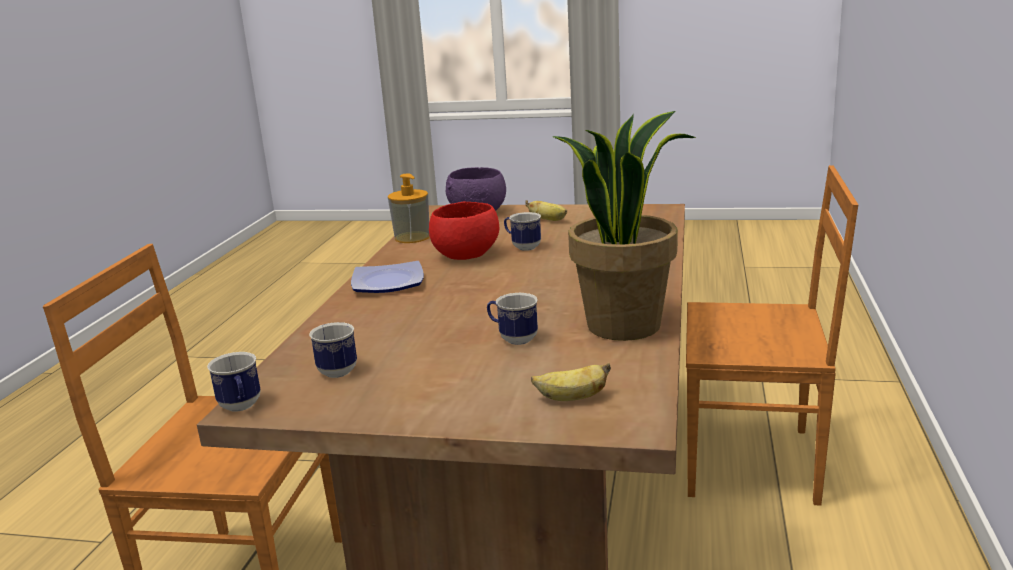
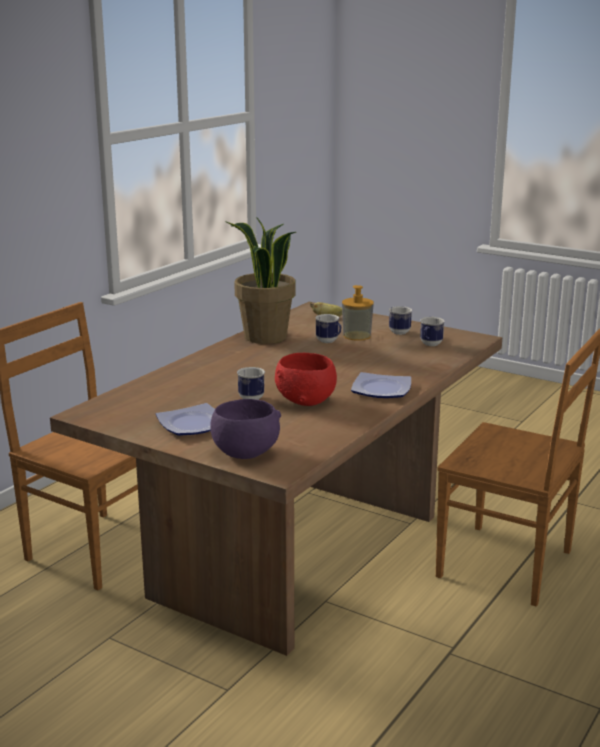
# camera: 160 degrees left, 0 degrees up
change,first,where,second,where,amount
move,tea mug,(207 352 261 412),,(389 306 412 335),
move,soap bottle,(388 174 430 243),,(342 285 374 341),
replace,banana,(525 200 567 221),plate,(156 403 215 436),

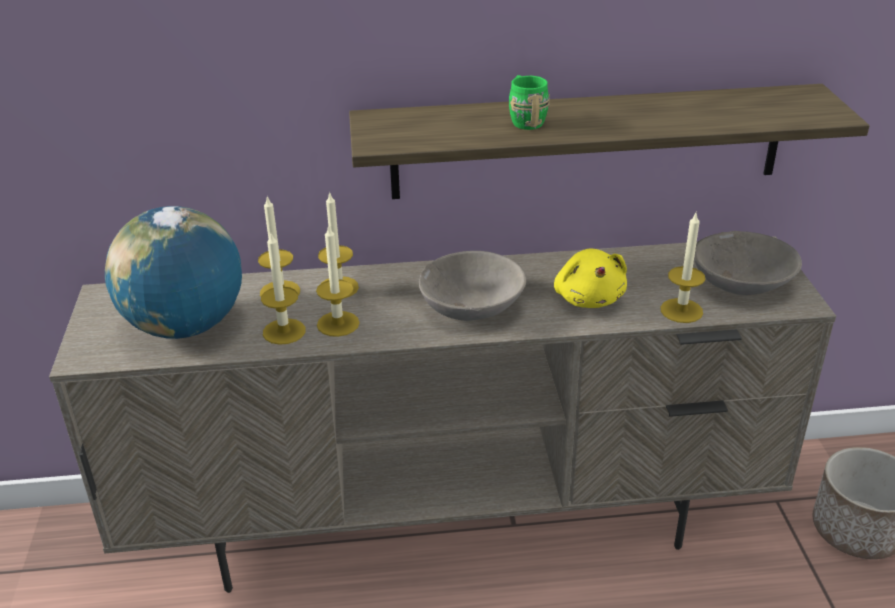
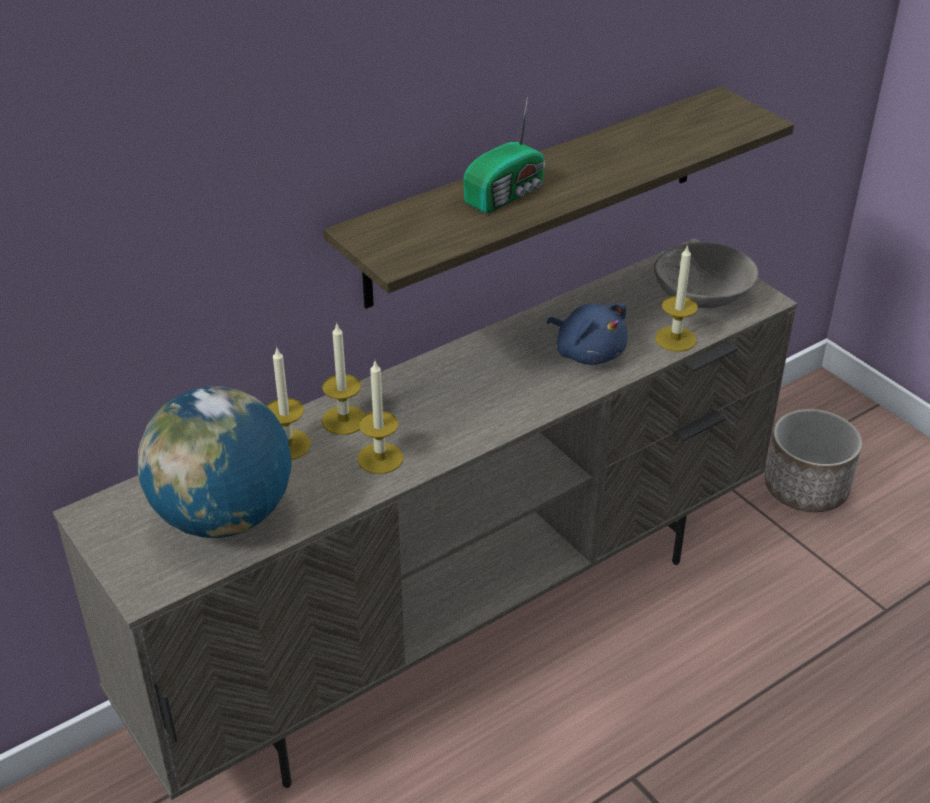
# camera: 30 degrees left, 5 degrees up
change,first,where,second,where,amount
delete,candle,(261 231 305 345),,,
delete,deep dish in greyish,(419 251 526 321),,,
replace,tea mug in greenish,(509 75 550 130),radio,(463 97 545 213),
recolor,plush toy in yellow,(554 248 627 308),plush toy in blue-coloured,(547 303 628 365),

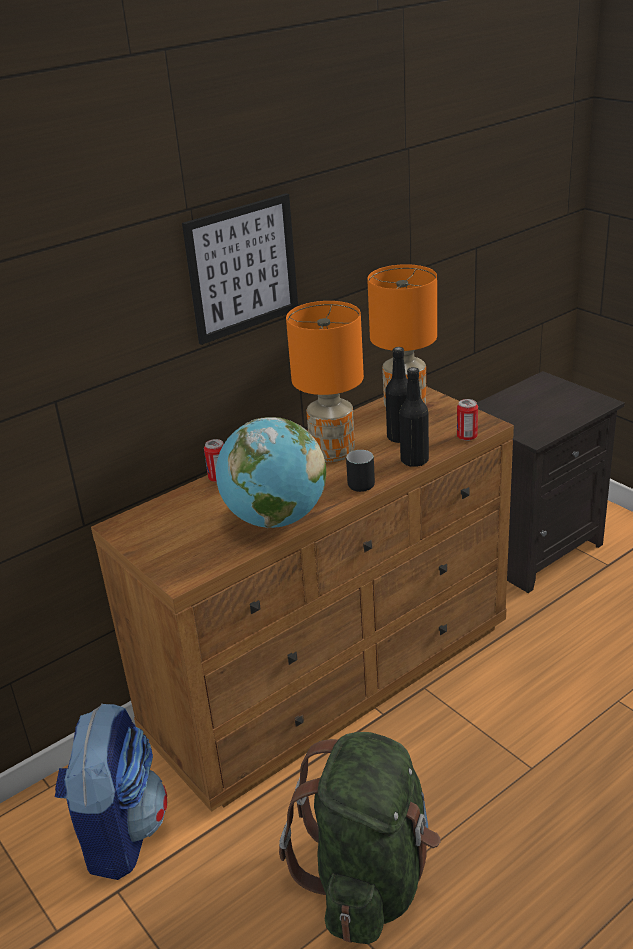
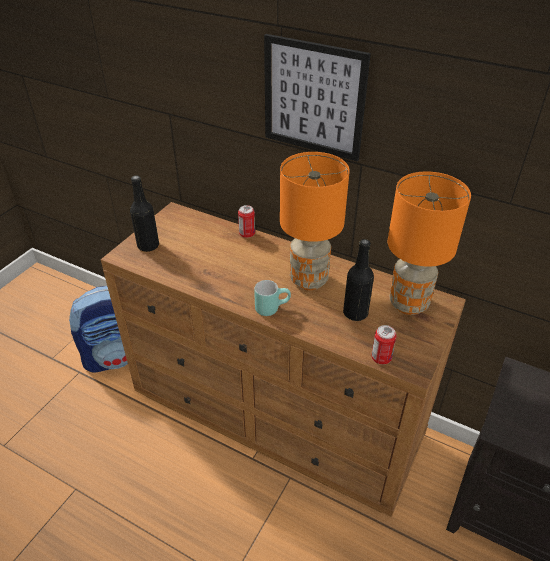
# camera: 65 degrees right, 10 degrees up
change,first,where,second,where,amount
delete,world globe,(216 417 326 528),,,
delete,knapsack in greenish,(279 732 440 944),,,
move,drink bottle in black-coloured,(399 367 429 467),,(130 176 159 252),
recolor,tea mug in black-coloured,(346 450 375 492),tea mug in blue-green,(254 280 291 316),

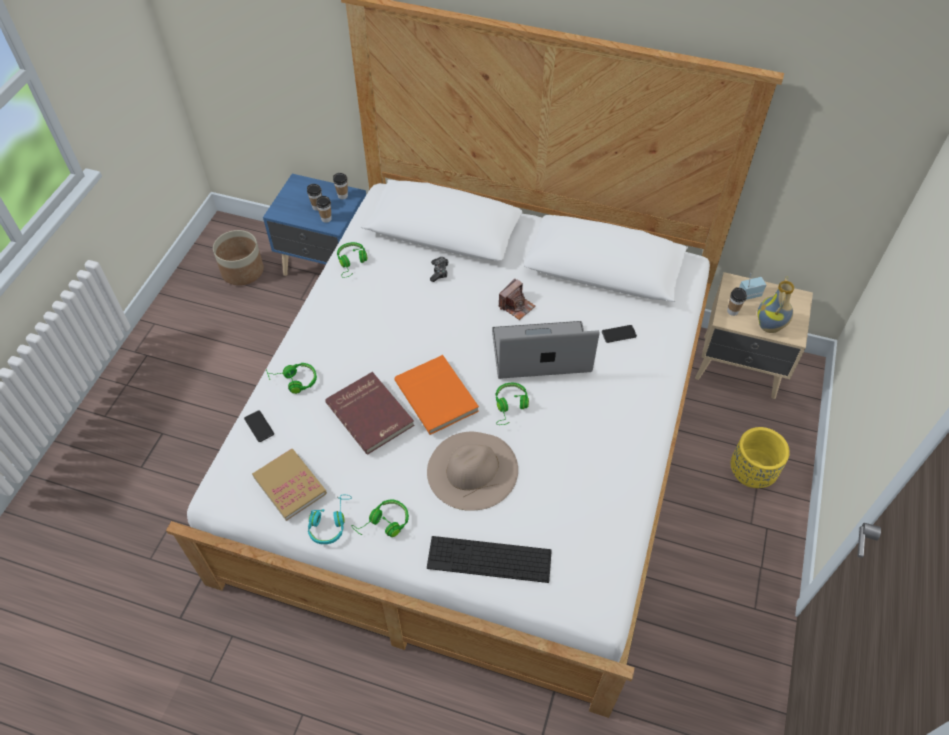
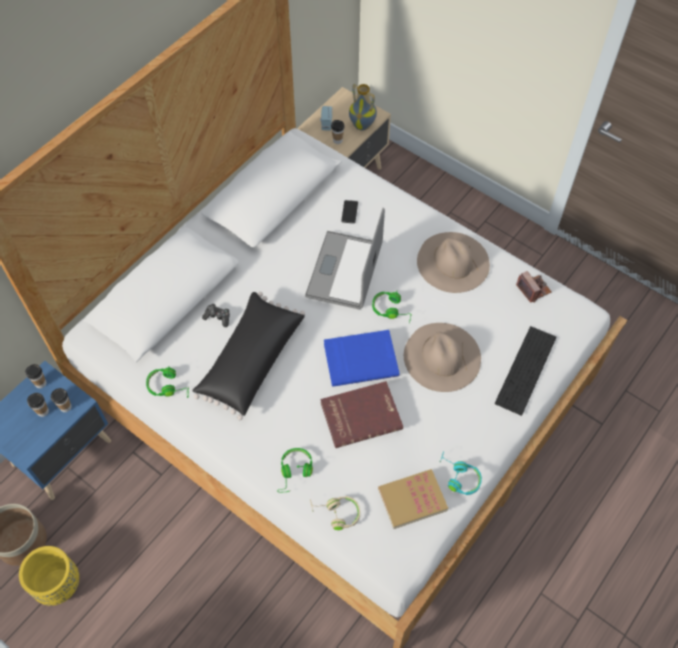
# camera: 70 degrees left, 5 degrees up
change,first,where,second,where,amount
delete,pair of headphones in greenish,(352 500 409 537),,,
insert,,,throw pillow in black-coloured,(192 292 305 420),
insert,,,hat in beige-coloured,(417 232 490 293),
move,photo camera,(499 279 535 320),,(516 271 551 303),
move,plant pot in yellow,(731 427 790 488),,(19 546 79 606),
replace,phone,(244 410 274 442),pair of headphones in beige-coloured,(310 496 360 530),
recolor,book in orangey,(394 355 479 435),book in blue-coloured,(324 330 399 387),

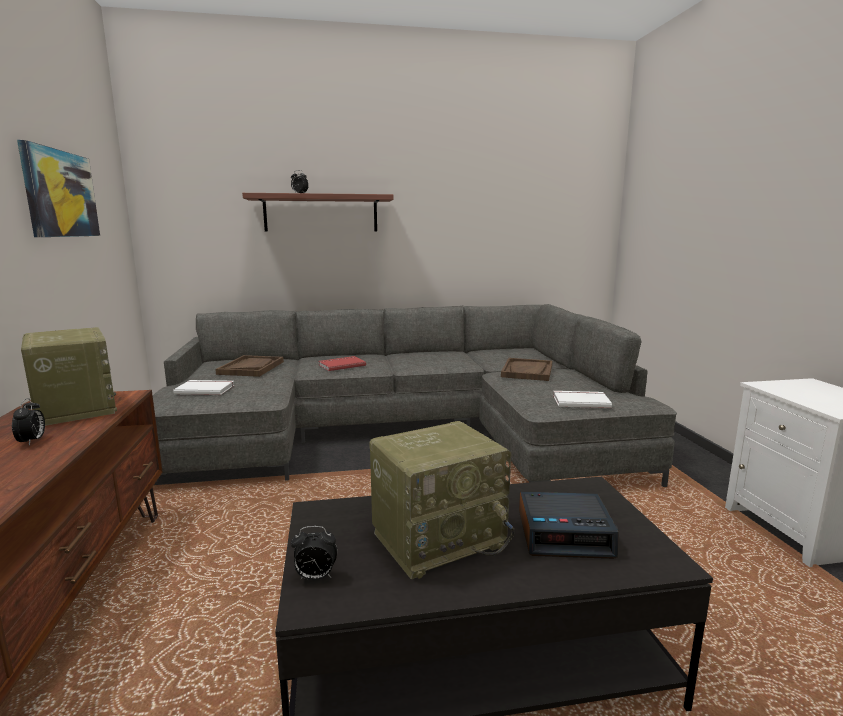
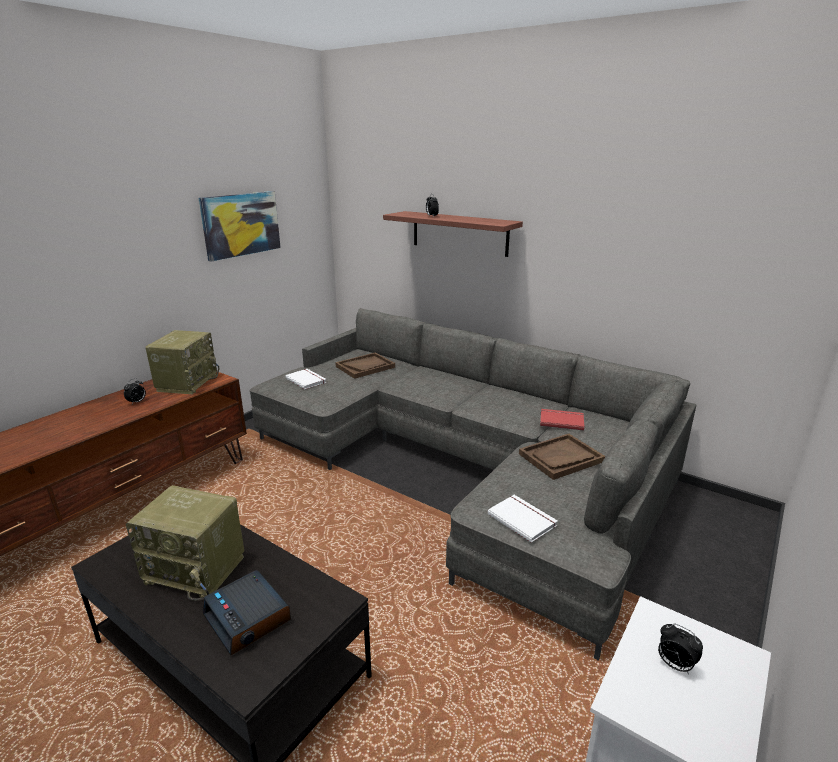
# camera: 45 degrees right, 10 degrees up
change,first,where,second,where,amount
move,alarm clock,(291 526 337 580),,(658 624 703 674),
move,book in reddish,(318 356 366 371),,(540 409 585 430),

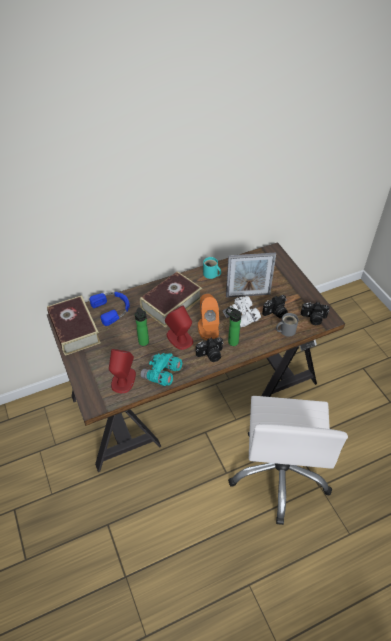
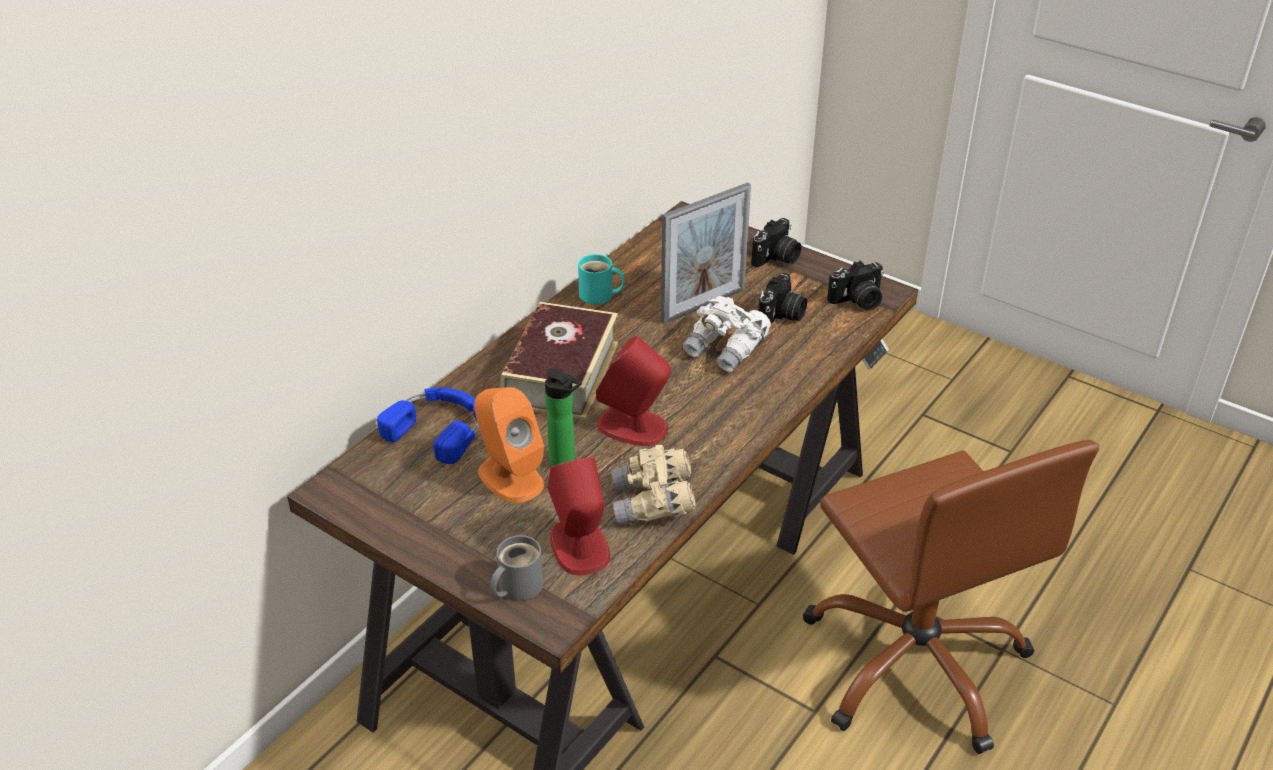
# camera: 30 degrees left, 10 degrees down
change,first,where,second,where,amount
delete,book,(47 295 101 356),,,
delete,drink bottle,(226 307 242 346),,,
move,photo camera,(196 337 223 362),,(751 218 801 267),
move,audio speaker in orangey,(198 294 220 340),,(474 387 544 503),
move,tea mug in greyish,(276 313 298 337),,(490 535 543 601),
recolor,field glasses in blue-green,(140 353 183 386),field glasses in beige-coloured,(611 445 696 525),
recolor,desk chair in white,(228 396 348 525),desk chair in brown-coloured,(802 440 1099 754),

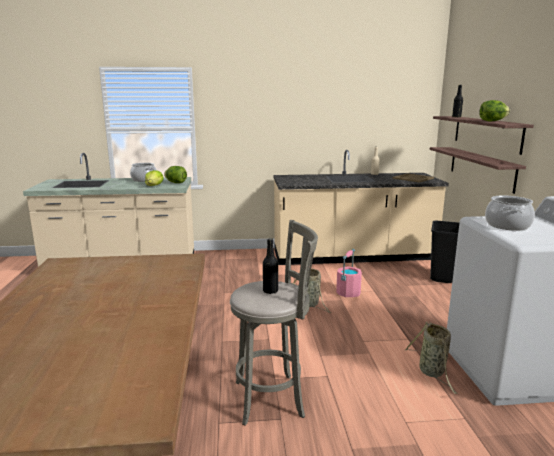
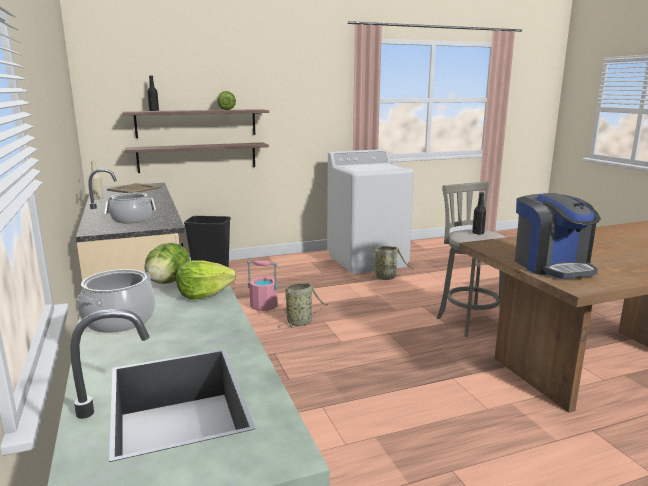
# camera: 105 degrees left, 0 degrees up
change,first,where,second,where,amount
insert,,,coffee maker,(515 193 601 279),
move,saucepot,(485 196 535 231),,(108 193 152 223),

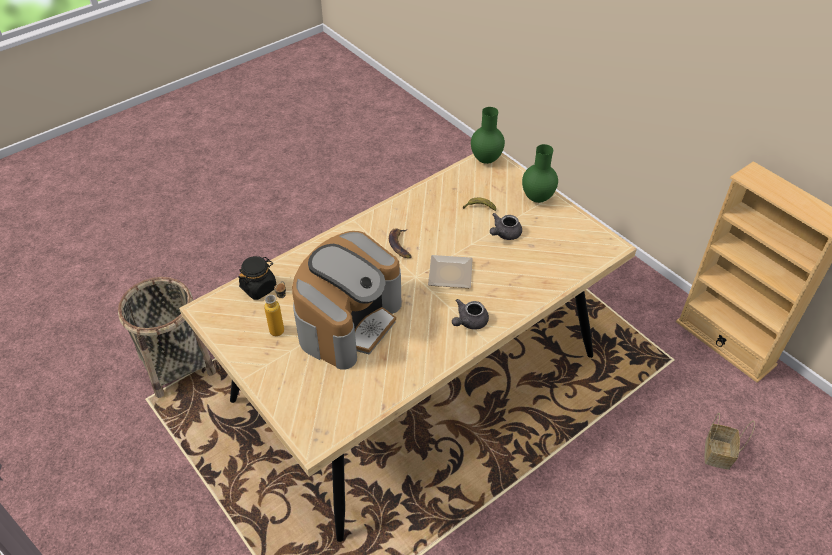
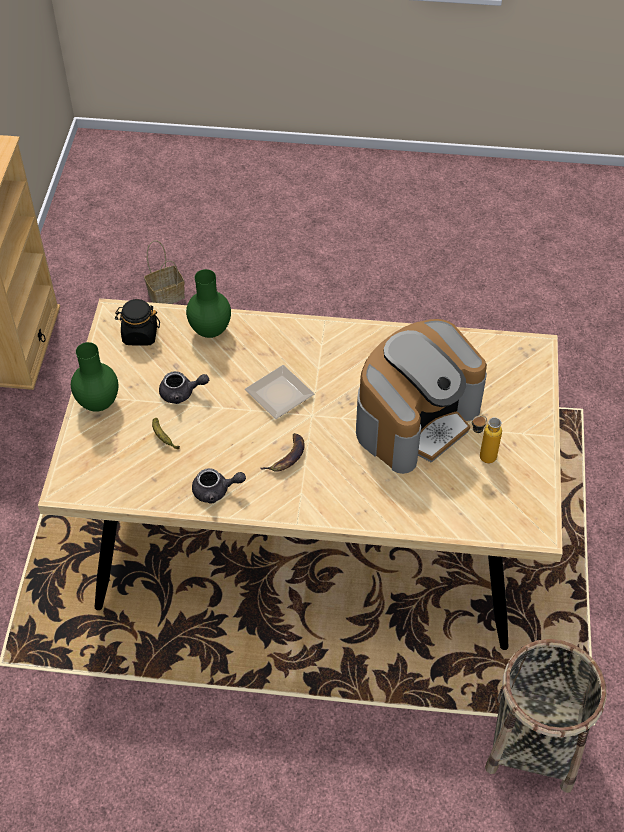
# camera: 135 degrees left, 5 degrees up
change,first,where,second,where,amount
move,preserve jar in black-coloured,(238 256 277 300),,(115 299 160 346),
move,tea pot in greyish,(452 299 489 330),,(192 468 246 504),
move,vase in greenish,(471 107 505 164),,(186 269 231 338),
rotate,coffee maker,(292 231 402 370),,(356 319 487 474),150 degrees clockwise

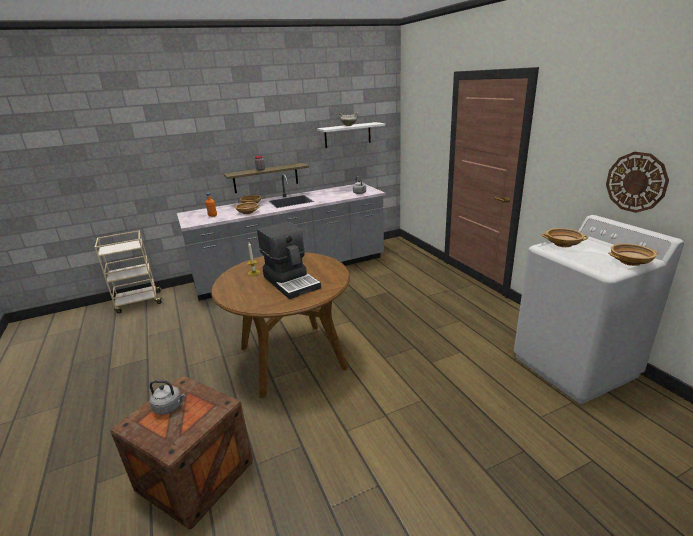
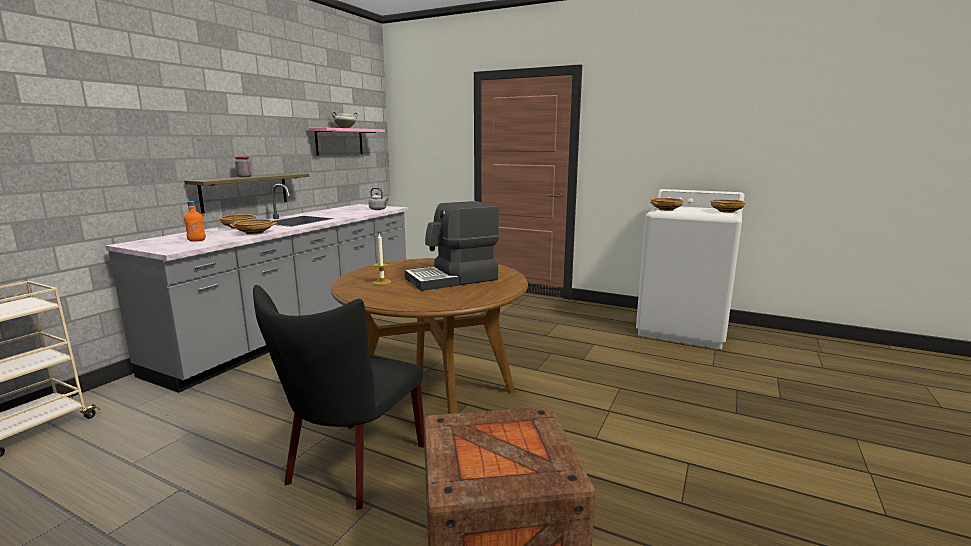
# camera: 40 degrees left, 10 degrees down
change,first,where,second,where,amount
delete,kettle in greyish,(150 380 185 415),,,
delete,wall clock,(606 152 669 213),,,
insert,,,plain chair in black-coloured,(253 285 424 510),
recolor,wall shelf in white,(317 122 385 148),wall shelf in pinkish,(307 128 385 156),
rotate,coffee maker,(257 221 321 299),,(405 201 499 291),135 degrees clockwise

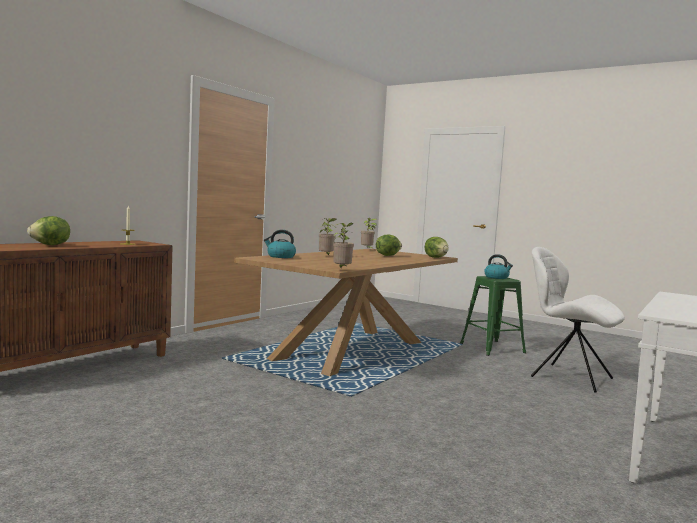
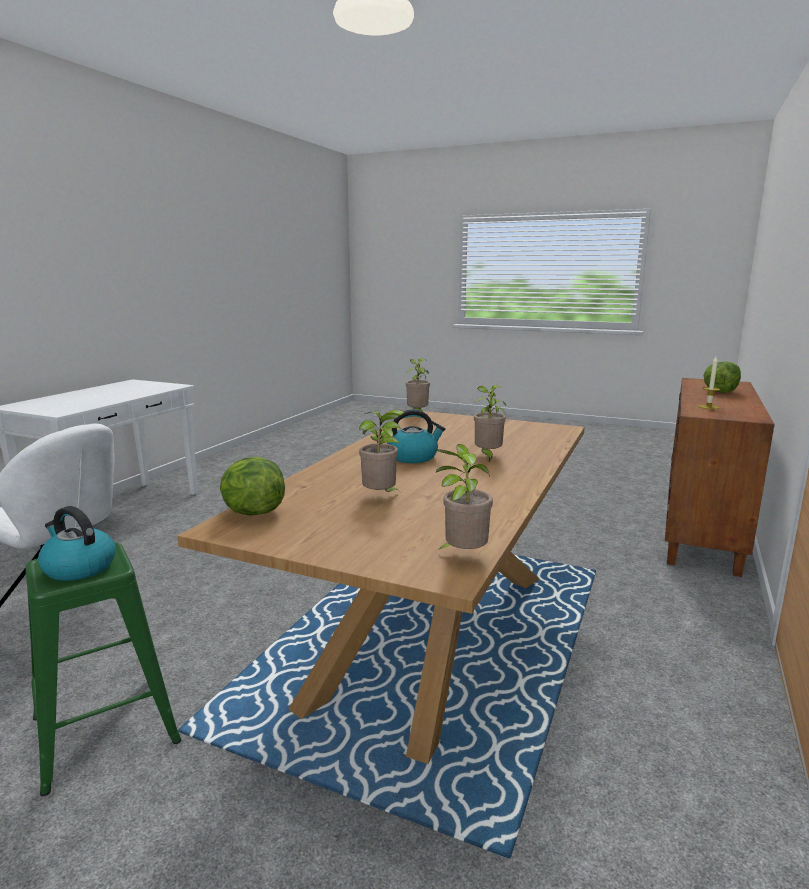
# camera: 170 degrees right, 10 degrees up
change,first,where,second,where,amount
move,kettle,(264 230 296 258),,(387 409 445 463),
replace,head of lettuce,(376 234 402 256),potted plant,(359 410 405 492),

